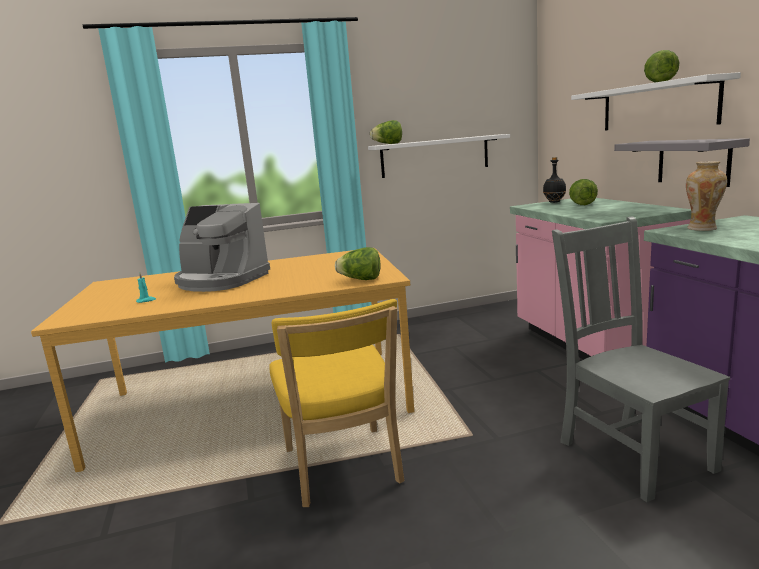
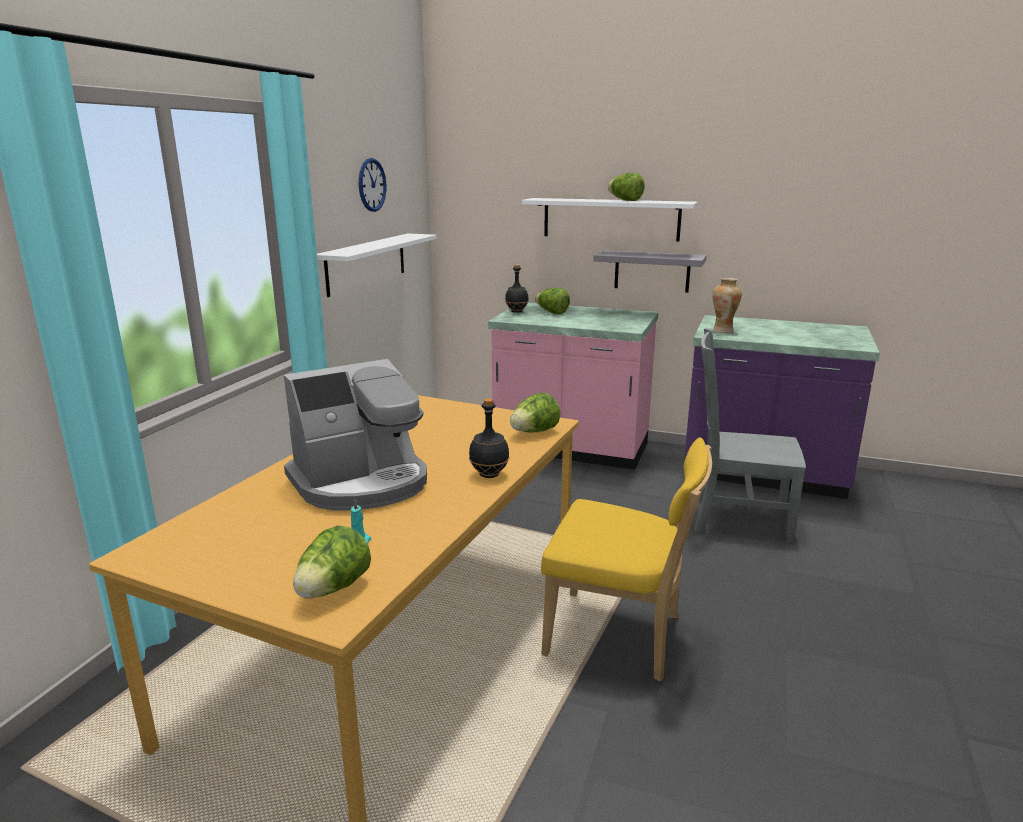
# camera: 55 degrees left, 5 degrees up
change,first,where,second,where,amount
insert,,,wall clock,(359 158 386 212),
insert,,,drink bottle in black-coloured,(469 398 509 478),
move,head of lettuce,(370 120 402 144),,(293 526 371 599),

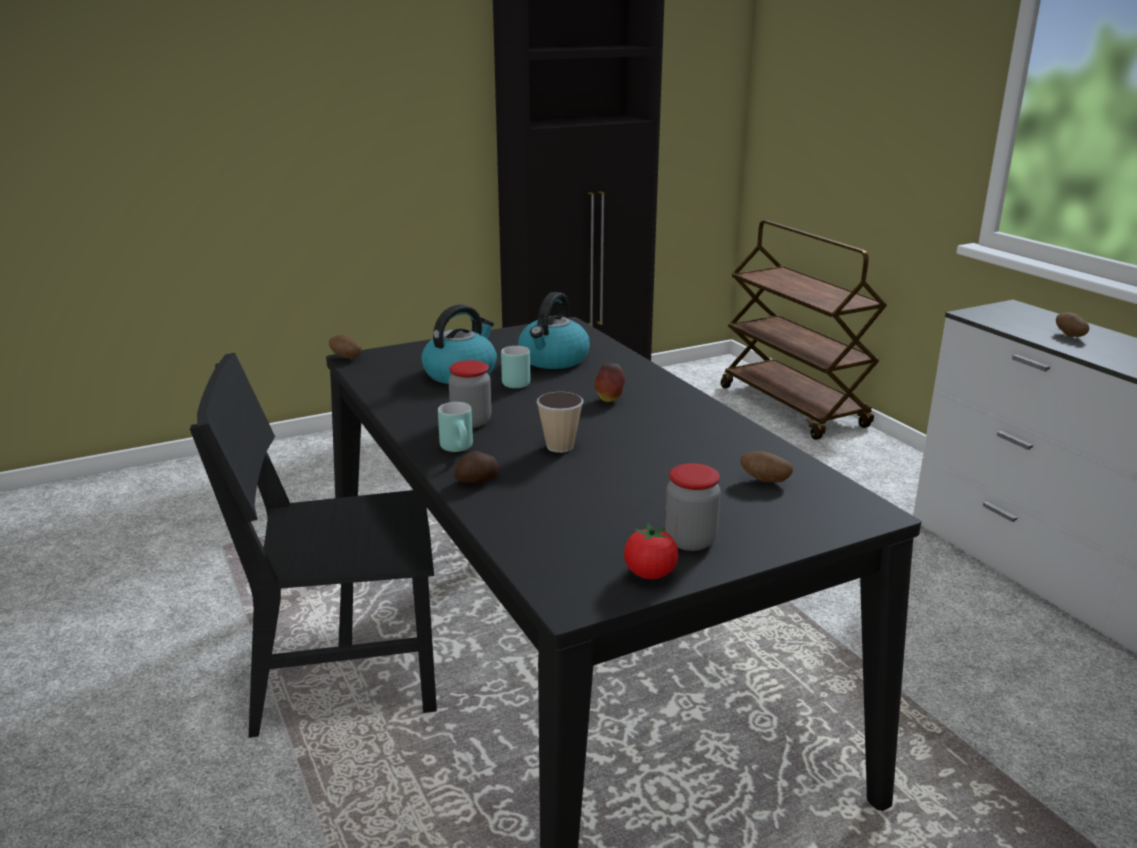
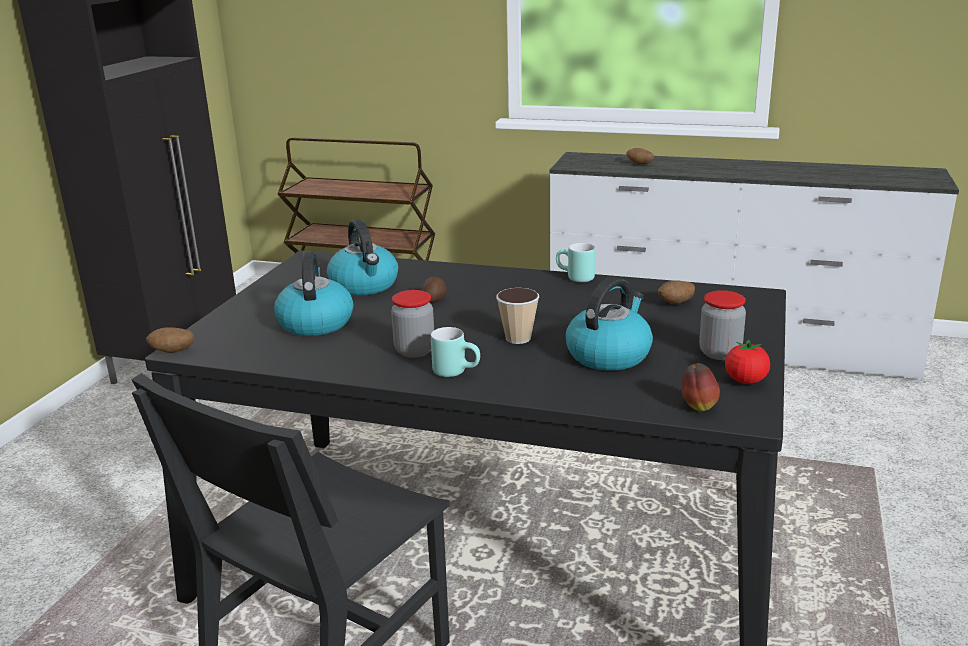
# camera: 45 degrees left, 0 degrees up
change,first,where,second,where,amount
insert,,,kettle,(566 277 653 371),
move,potato,(454 451 500 483),,(422 277 447 303),
move,tea mug in blue-green,(501 346 530 388),,(556 243 595 282),
move,apple fruit,(595 363 625 402),,(682 363 720 411),

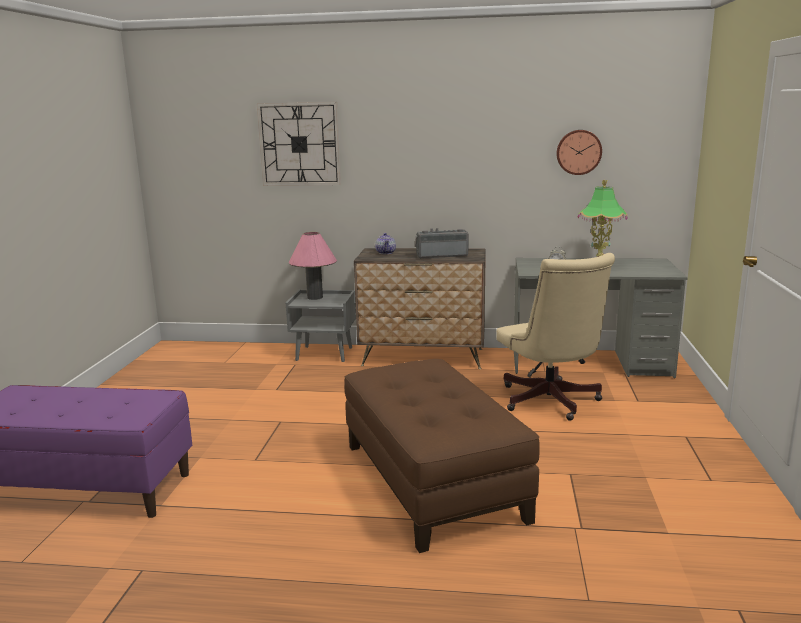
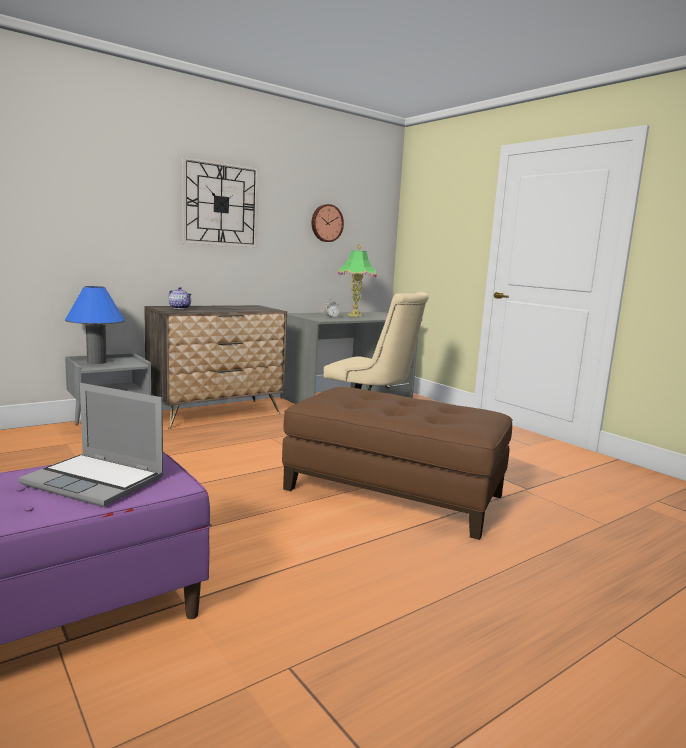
# camera: 45 degrees left, 5 degrees down
change,first,where,second,where,amount
delete,radio,(415 228 469 258),,,
insert,,,notebook computer,(18 383 164 507),
move,wall clock,(257 102 341 186),,(182 156 259 248),
recolor,table lamp in pinkish,(289 232 337 300),table lamp in blue-coloured,(65 286 125 364),

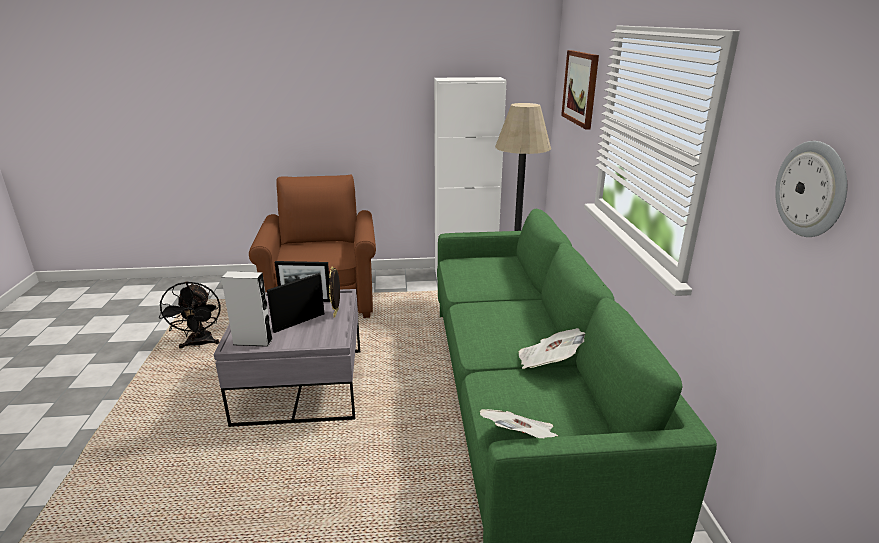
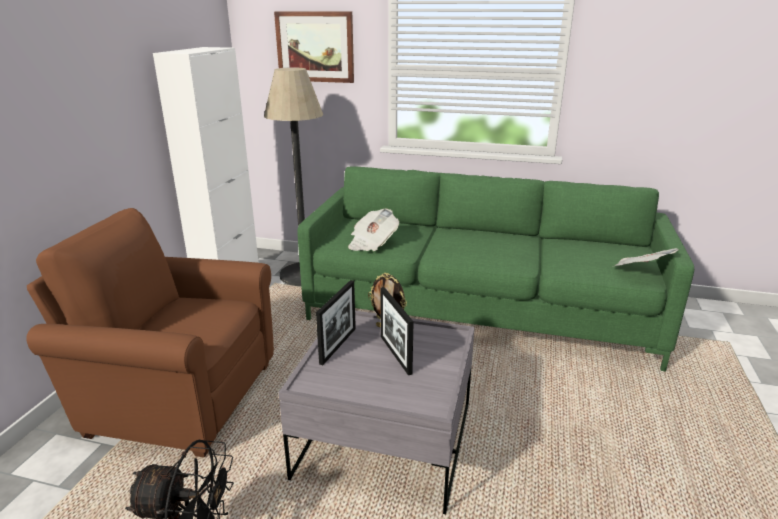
# camera: 70 degrees left, 0 degrees up
change,first,where,second,where,amount
delete,audio speaker in greyish,(221 271 273 347),,,
delete,wall clock,(775 141 847 237),,,
move,newspaper,(518 328 585 369),,(348 209 399 251),

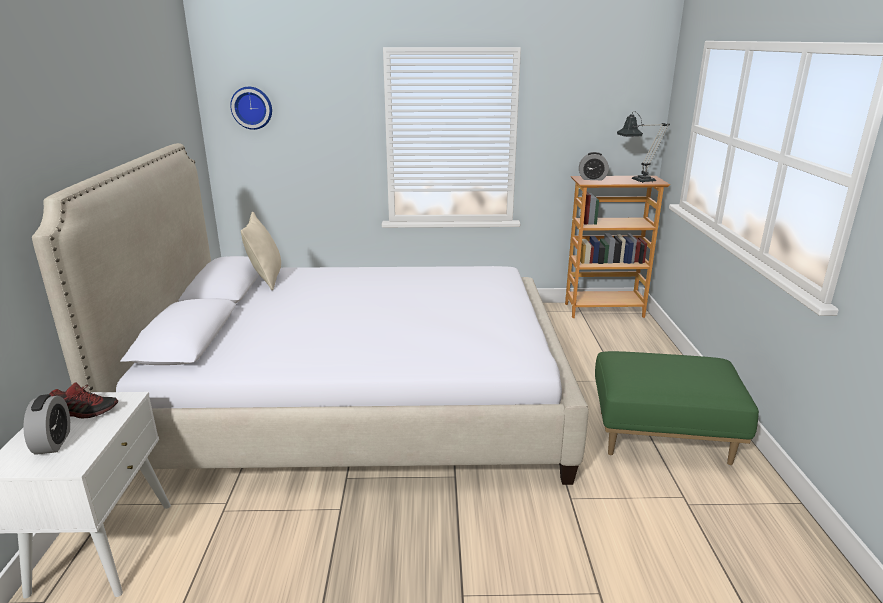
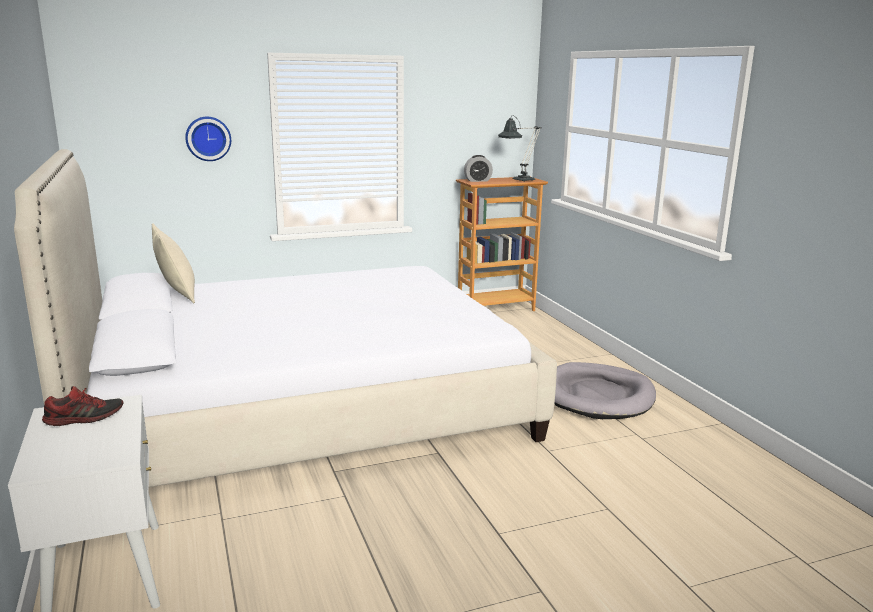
# camera: 20 degrees left, 5 degrees down
change,first,where,second,where,amount
delete,alarm clock,(23 394 70 455),,,
move,wall clock,(230 87 272 130),,(185 117 231 161),
replace,ottoman in greenish,(595 351 759 466),dog cushion in greyish,(554 362 656 419),

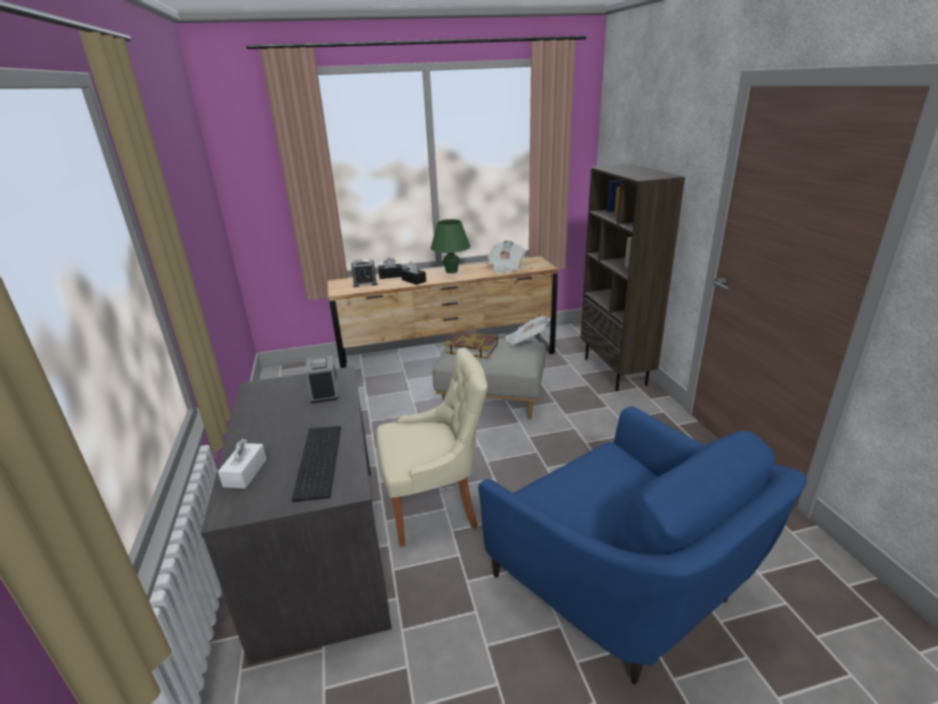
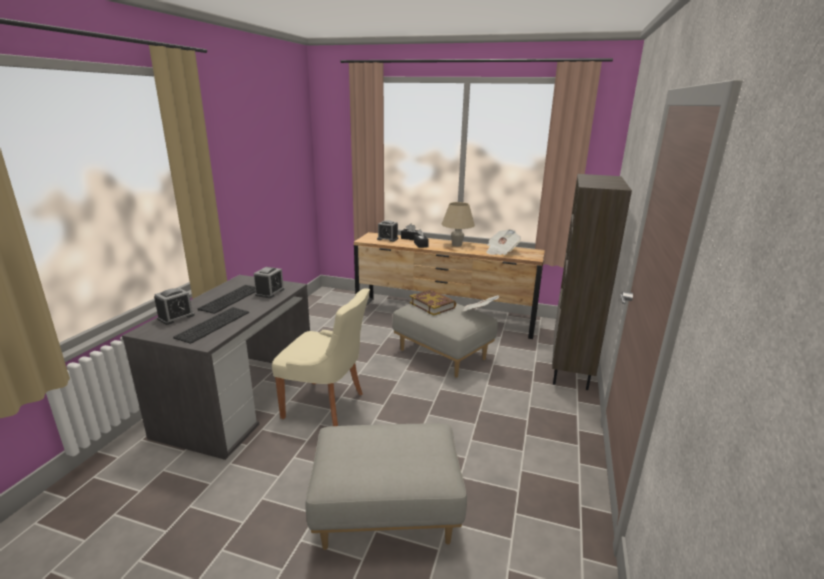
# camera: 30 degrees right, 5 degrees down
change,first,where,second,where,amount
insert,,,PC keyboard,(198 285 256 314),
replace,box of tissues in white,(218 439 267 488),alarm clock,(154 288 195 325),
replace,easy chair in blue-coloured,(478 406 807 685),ottoman in greyish,(305 424 467 550),
recolor,table lamp in greenish,(431 219 470 273),table lamp in beige-coloured,(442 202 475 246),

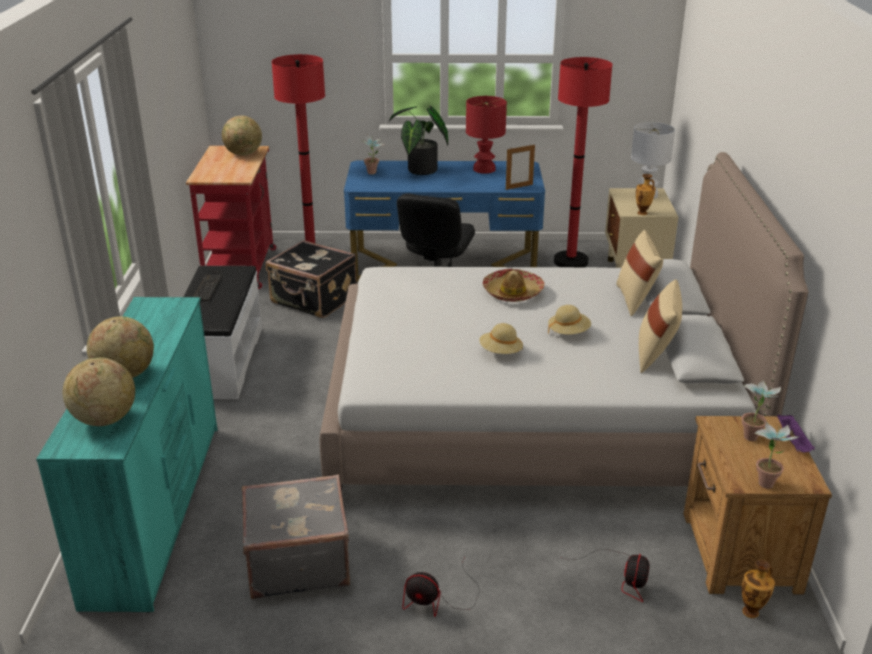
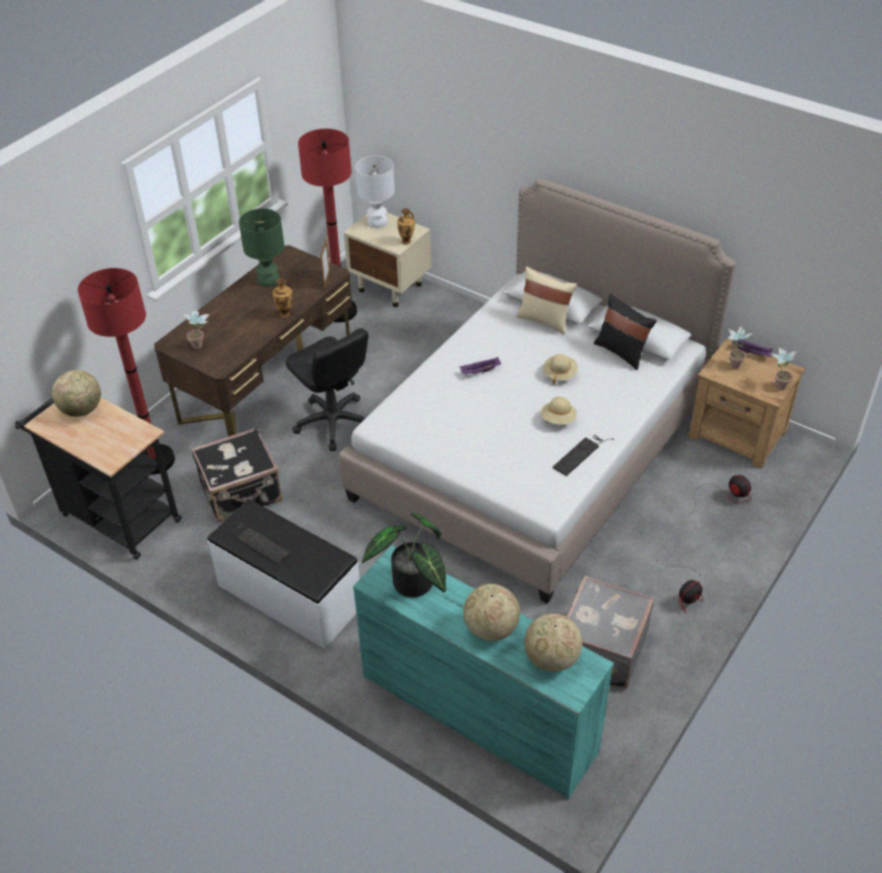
# camera: 55 degrees left, 15 degrees up
change,first,where,second,where,amount
insert,,,PC keyboard,(552 435 614 476),
move,potted plant,(389 106 448 175),,(362 513 446 597),
move,vase,(742 559 775 618),,(273 278 292 318),
replace,hat,(483 269 544 302),tray in purple-coloured,(460 357 501 375),
recolor,trolley in reddish,(186 146 276 289),trolley in black-coloured,(15 398 182 560),
recolor,desk table in blue-coloured,(344 161 545 282),desk table in brown-coloured,(154 245 352 437),
recolor,table lamp in reddish,(466 96 507 174),table lamp in greenish,(239 208 284 287),
recolor,throw pillow in beige-coloured,(639 280 682 373),throw pillow in black-coloured,(594 294 657 370),

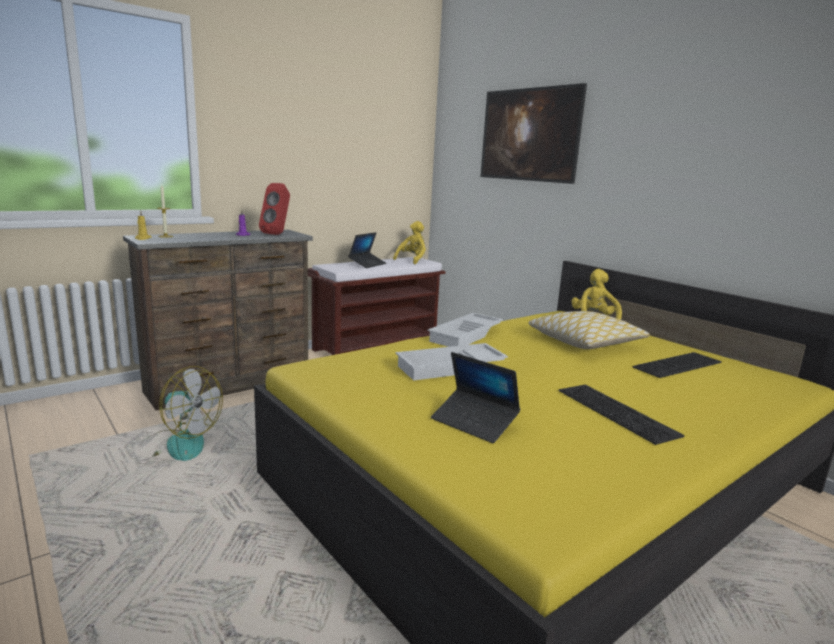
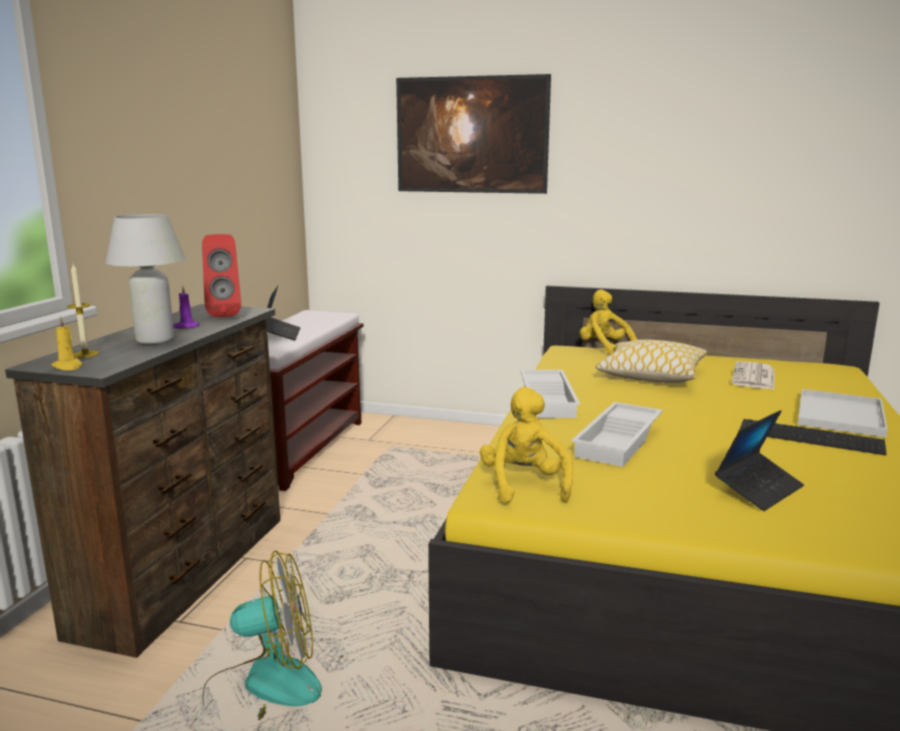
# camera: 35 degrees left, 0 degrees up
change,first,where,second,where,amount
insert,,,table lamp in white,(105 214 186 344),
insert,,,tray in white,(798 389 888 438),
move,plush toy in yellow,(393 221 426 264),,(480 387 573 503),
replace,PC keyboard,(633 352 722 378),newspaper,(731 361 775 389),
rotate,notebook computer,(431 352 520 443),,(715 410 804 511),45 degrees counterclockwise

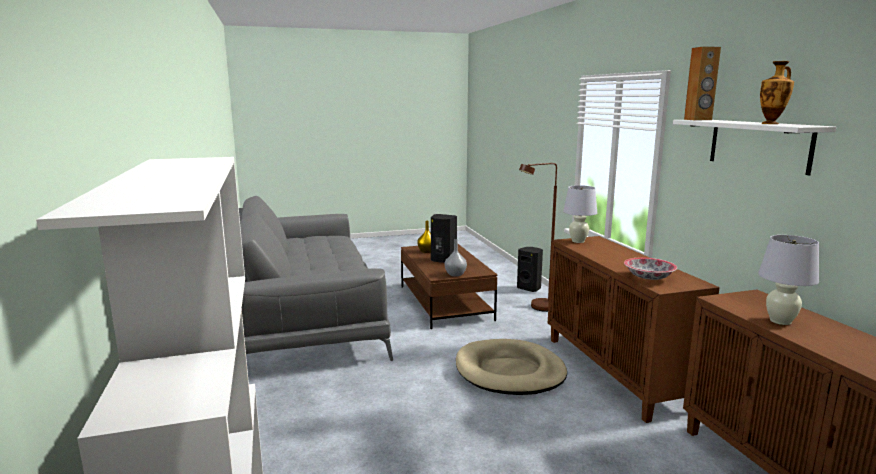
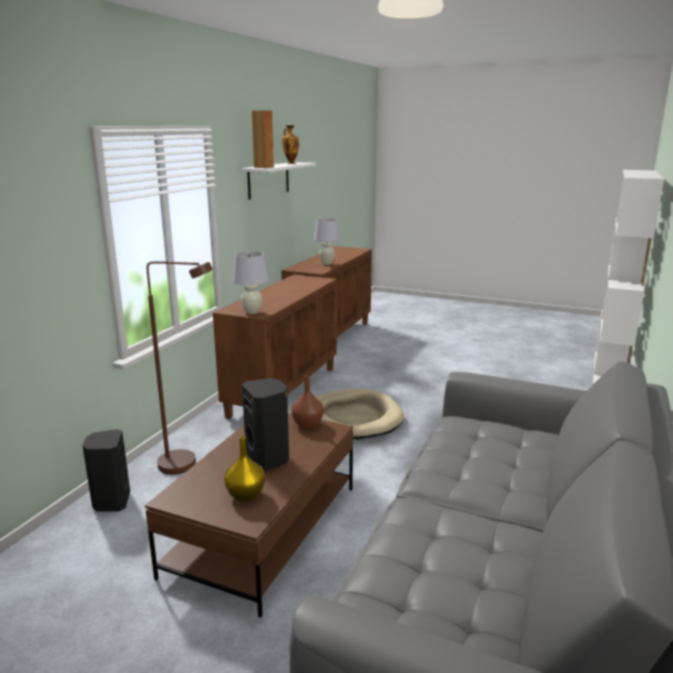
# camera: 140 degrees left, 5 degrees up
change,first,where,second,where,amount
delete,deep dish,(624 258 677 280),,,
recolor,vase in greyish,(445 239 467 277),vase in brown-coloured,(291 375 324 429),

